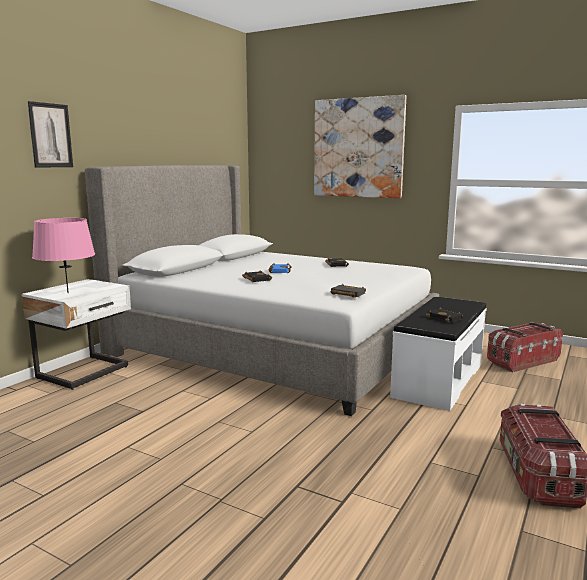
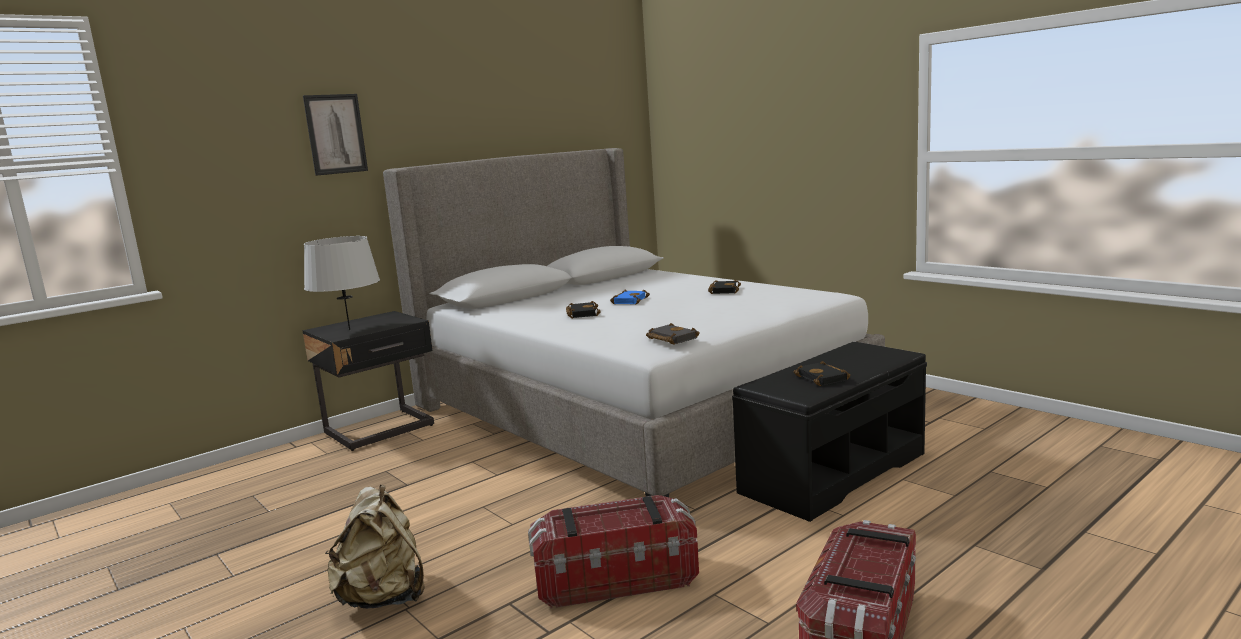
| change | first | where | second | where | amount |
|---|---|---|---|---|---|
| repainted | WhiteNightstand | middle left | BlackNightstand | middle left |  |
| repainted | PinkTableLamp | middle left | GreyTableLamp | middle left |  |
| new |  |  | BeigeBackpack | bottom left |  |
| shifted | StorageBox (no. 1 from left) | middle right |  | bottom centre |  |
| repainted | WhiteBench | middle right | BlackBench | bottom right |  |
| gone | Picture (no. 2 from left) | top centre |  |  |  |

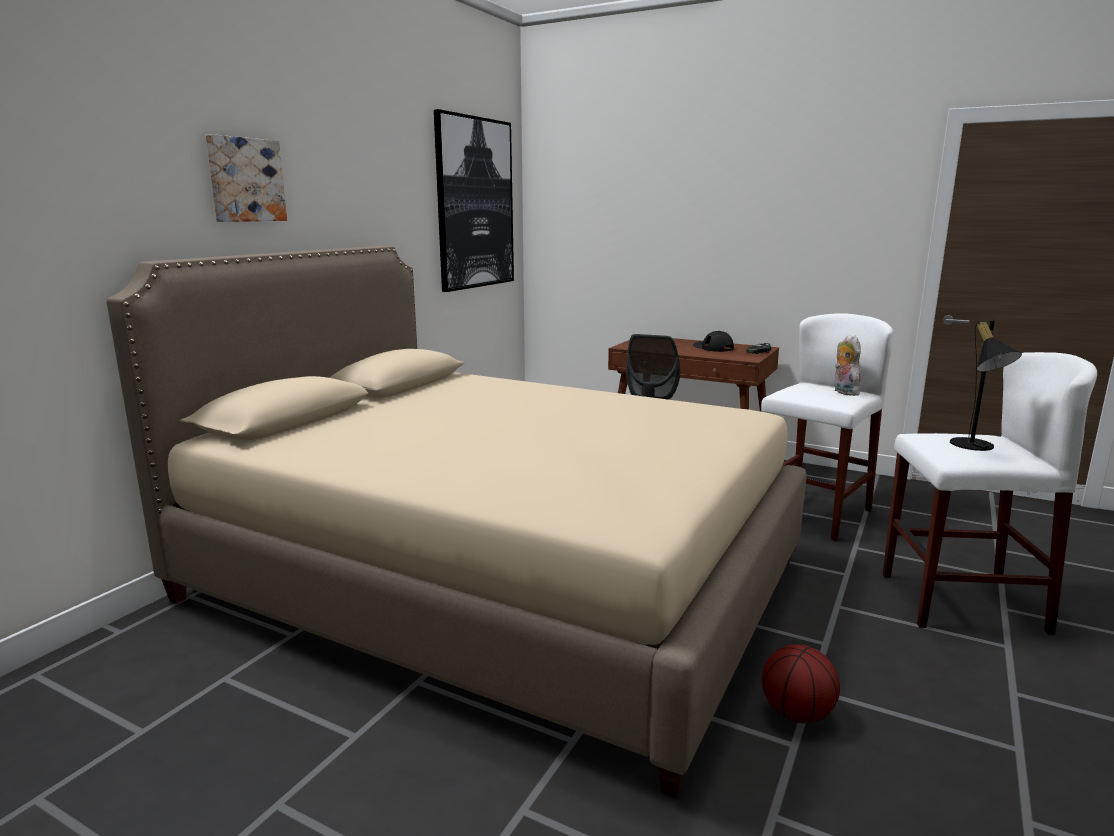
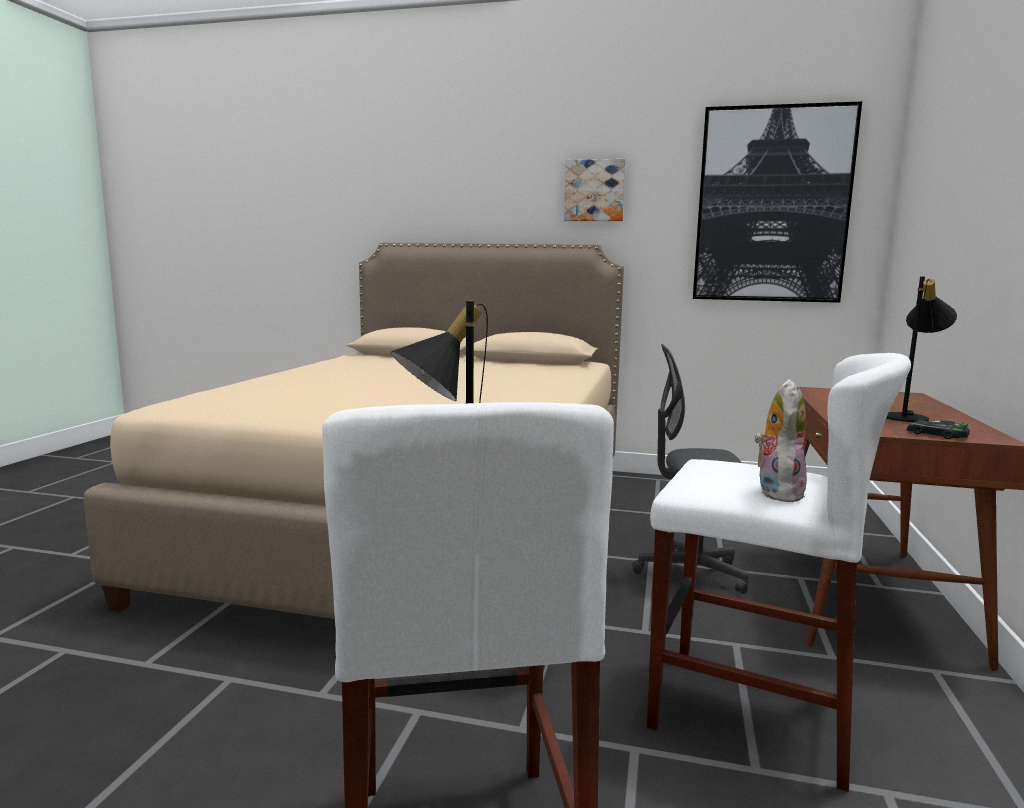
| change | first | where | second | where | amount |
|---|---|---|---|---|---|
| shifted | Picture (no. 1 from left) | top left |  | top centre |  |
| rotated | PlushToy | middle right |  | middle right | 45 degrees counterclockwise |
| swapped | BlackCap | centre | BlackTableLamp (no. 2 from left) | middle right |  |
| gone | Basketball | bottom right |  |  |  |

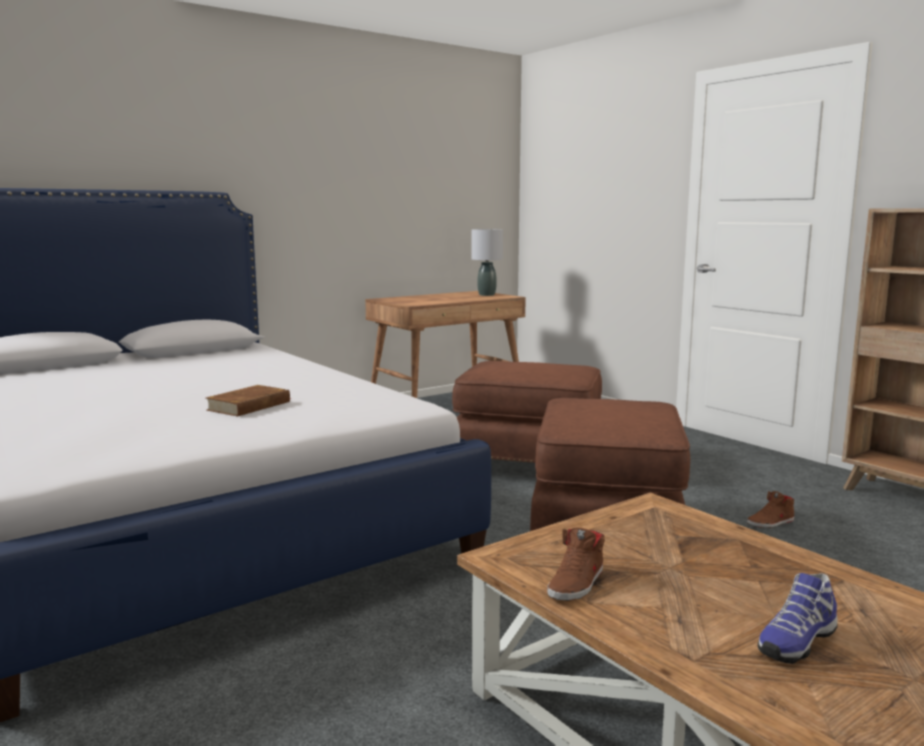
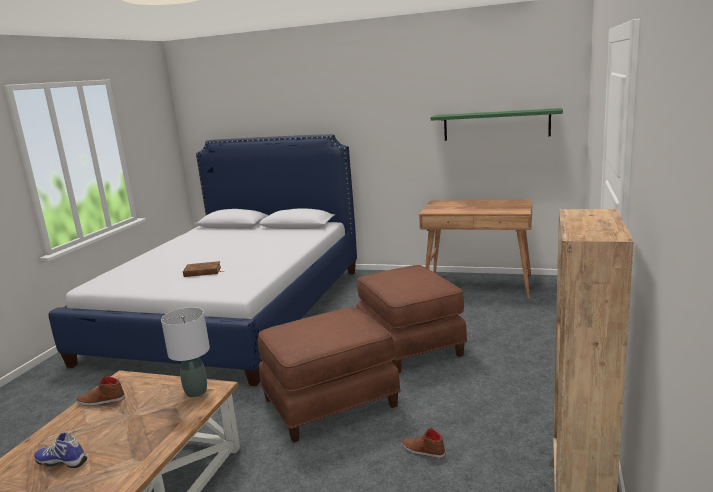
| change | first | where | second | where | amount |
|---|---|---|---|---|---|
| shifted | GreyTableLamp | centre |  | bottom left |  |
| new |  |  | GreenShelf | top right |  |

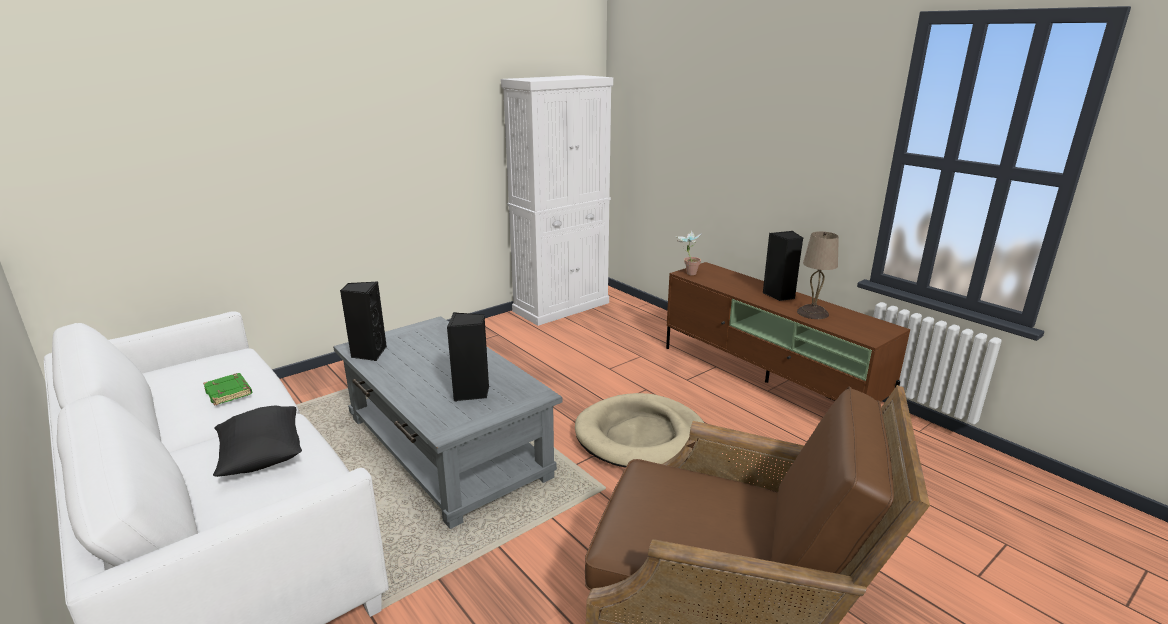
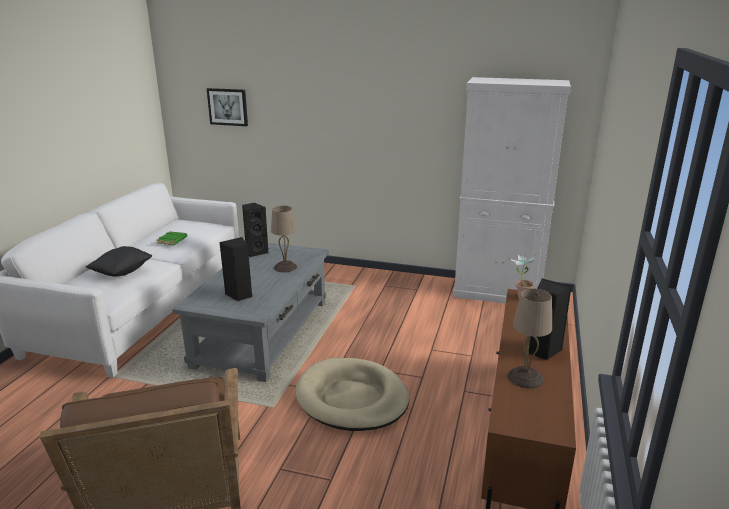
| change | first | where | second | where | amount |
|---|---|---|---|---|---|
| new |  |  | Picture | top left |  |
| new |  |  | BeigeTableLamp (no. 1 from left) | centre |  |

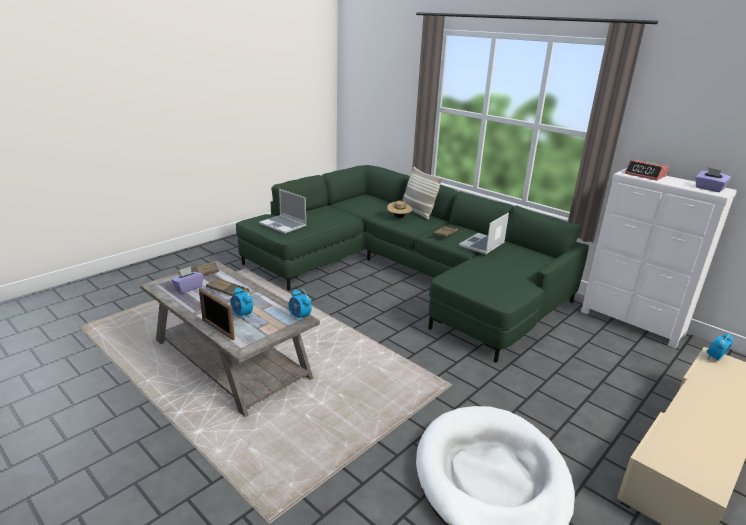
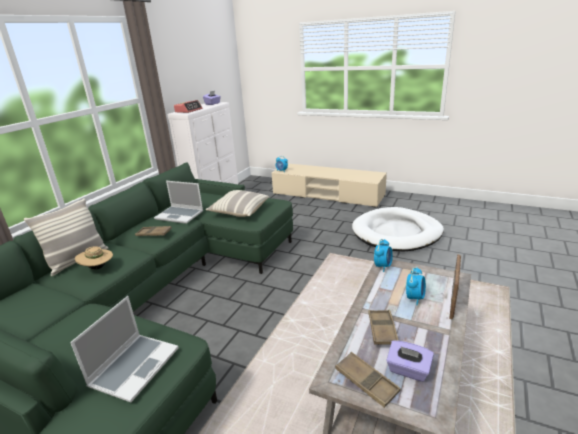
| change | first | where | second | where | amount |
|---|---|---|---|---|---|
| new |  |  | Pillow (no. 2 from left) | centre |  |

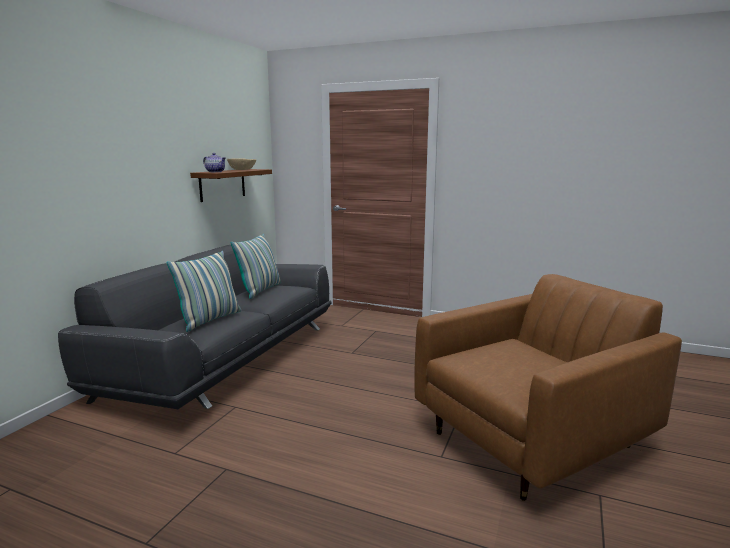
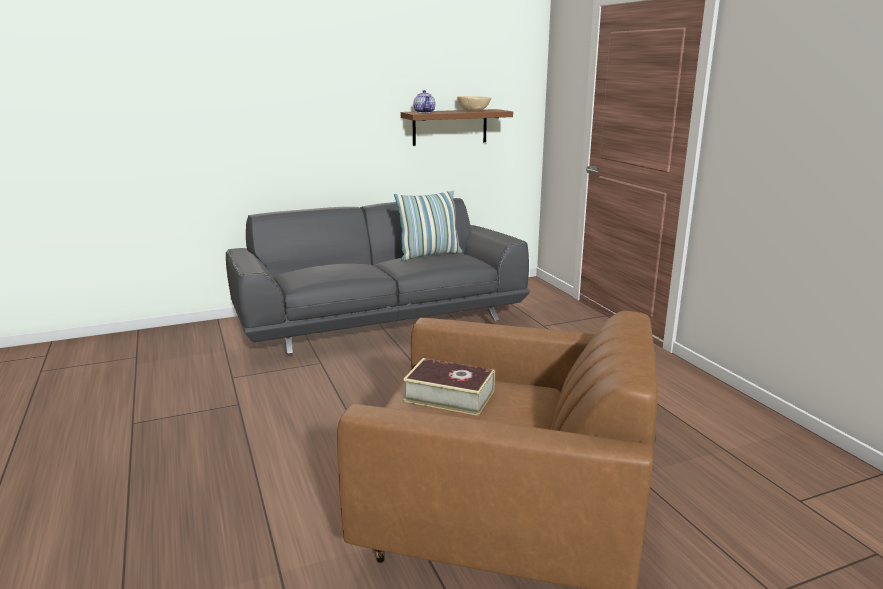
| change | first | where | second | where | amount |
|---|---|---|---|---|---|
| new |  |  | Book | centre |  |
| gone | Pillow (no. 1 from left) | middle left |  |  |  |

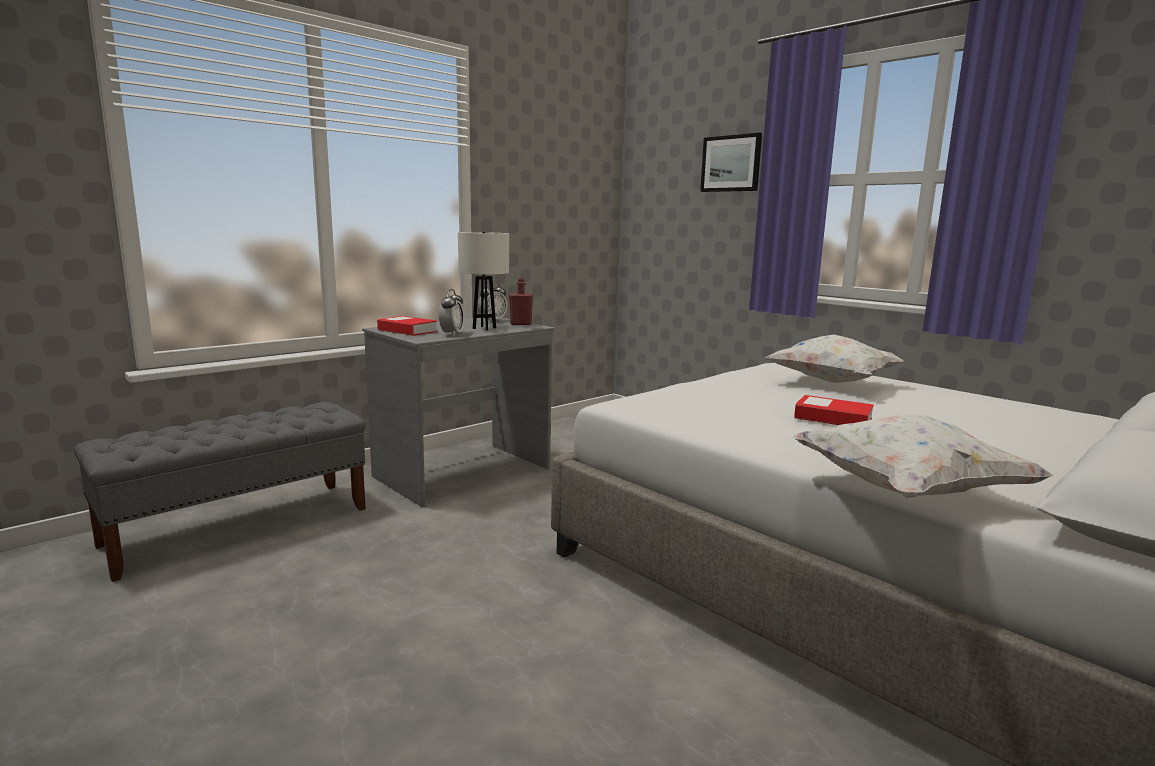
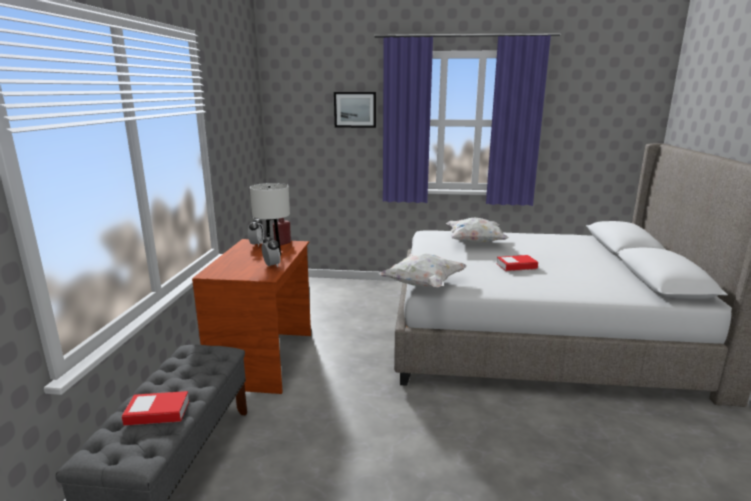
| change | first | where | second | where | amount |
|---|---|---|---|---|---|
| shifted | Book (no. 1 from left) | centre |  | bottom left |  |
| repainted | GreyDesk | centre | BrownDesk | centre |  |
| shifted | WhitePillow (no. 2 from left in the first image) | middle right | WhitePillow (no. 1 from left) | centre |  |

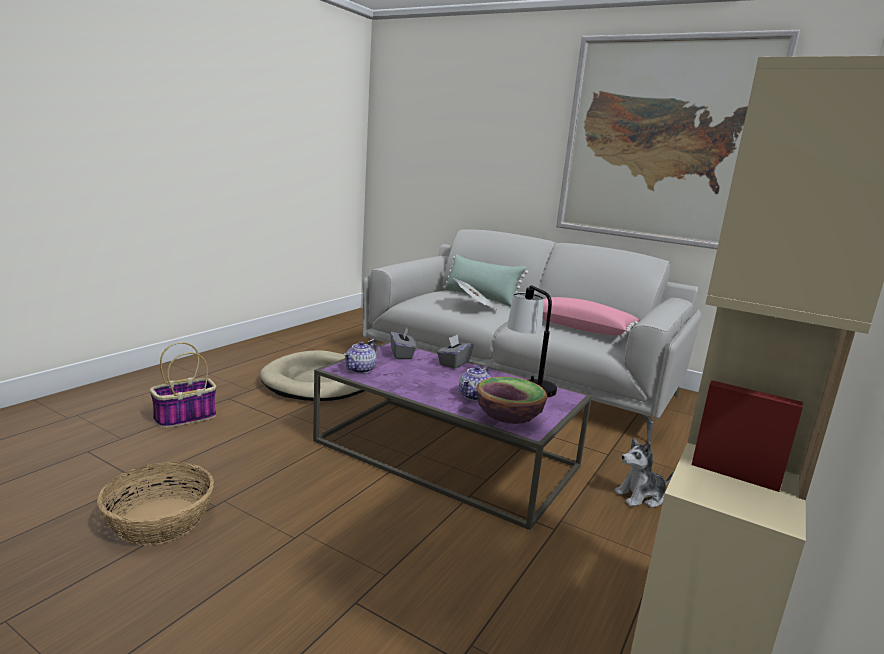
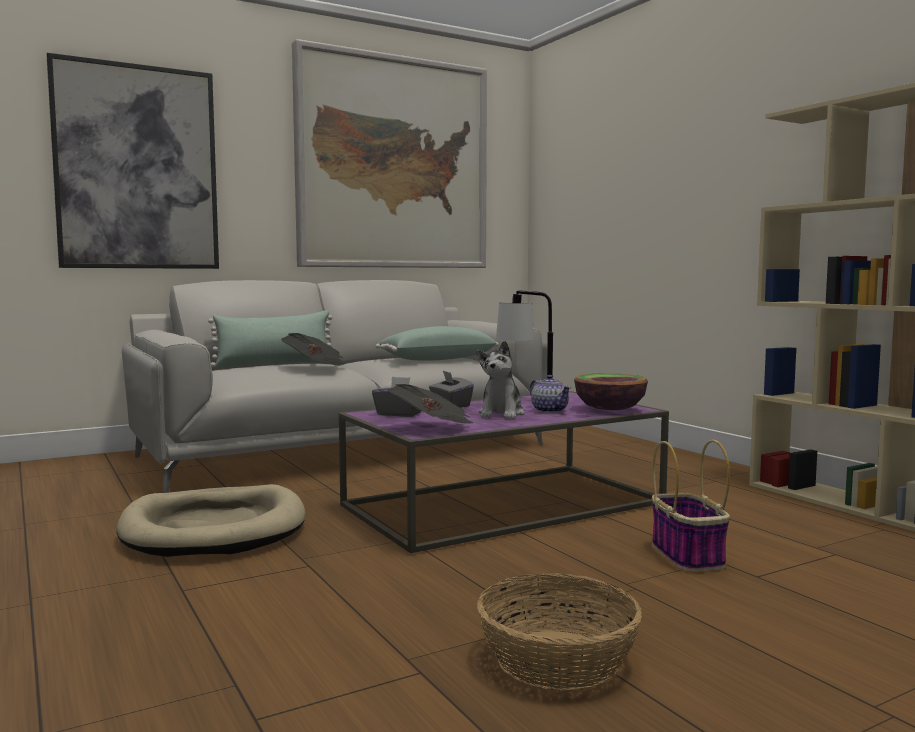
| change | first | where | second | where | amount |
|---|---|---|---|---|---|
| new |  |  | Picture (no. 1 from left) | top left |  |
| repainted | PinkPillow | middle right | GreenPillow (no. 2 from left) | centre |  |
| swapped | Teapot (no. 1 from left) | centre | Newspaper (no. 2 from left) | centre |  |
| shifted | PlushToy | bottom right |  | centre |  |
| shifted | Basket (no. 2 from left) | middle left |  | bottom right |  |

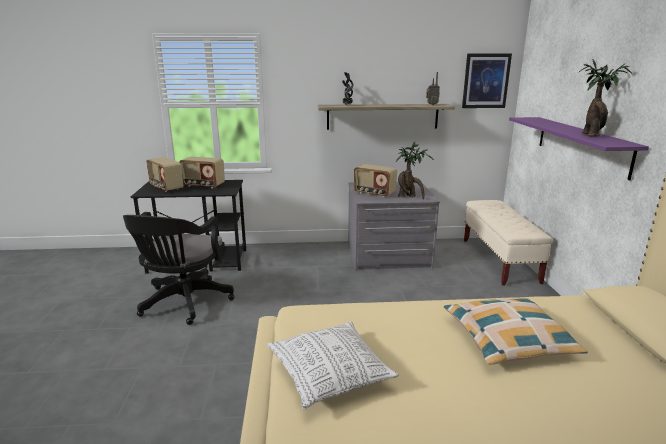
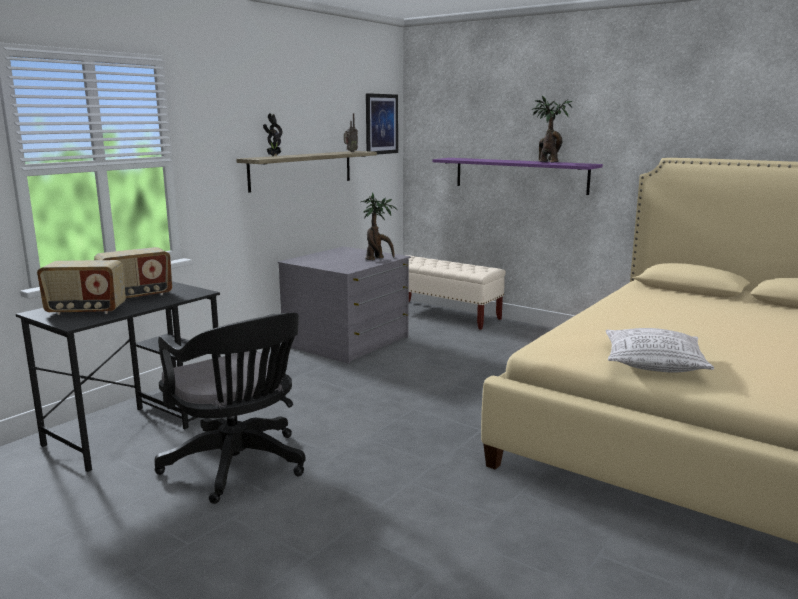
| change | first | where | second | where | amount |
|---|---|---|---|---|---|
| gone | Radio (no. 3 from left) | centre |  |  |  |
| gone | Pillow (no. 2 from left) | bottom right |  |  |  |

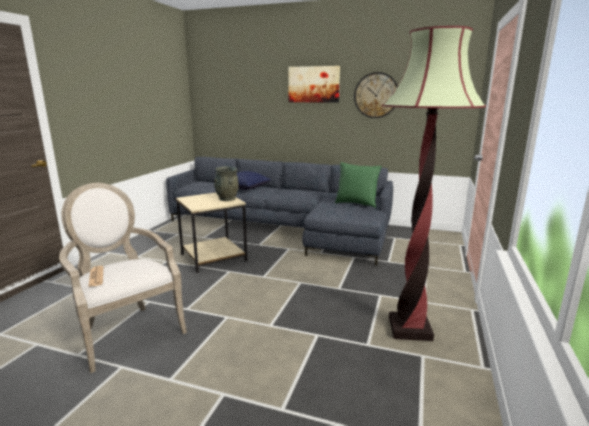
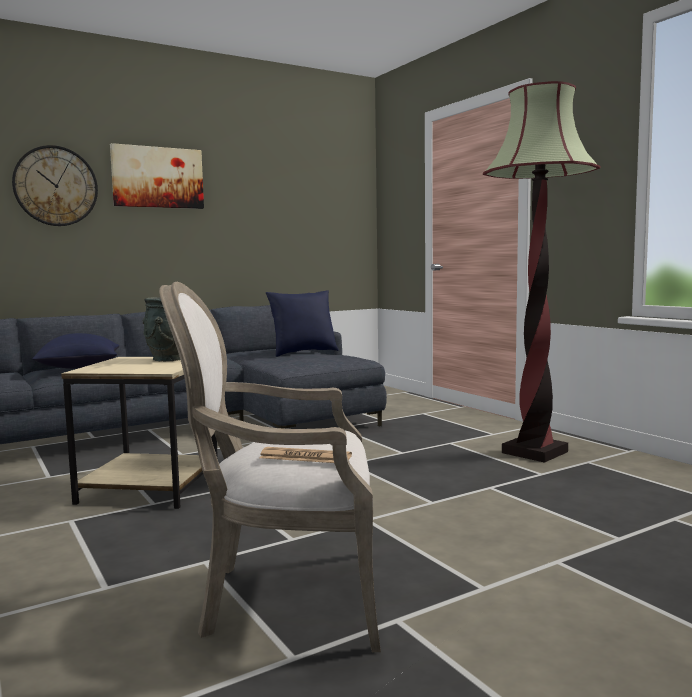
| change | first | where | second | where | amount |
|---|---|---|---|---|---|
| shifted | WallClock | top centre |  | top left |  |
| repainted | GreenPillow | centre | BluePillow (no. 2 from left) | centre |  |

